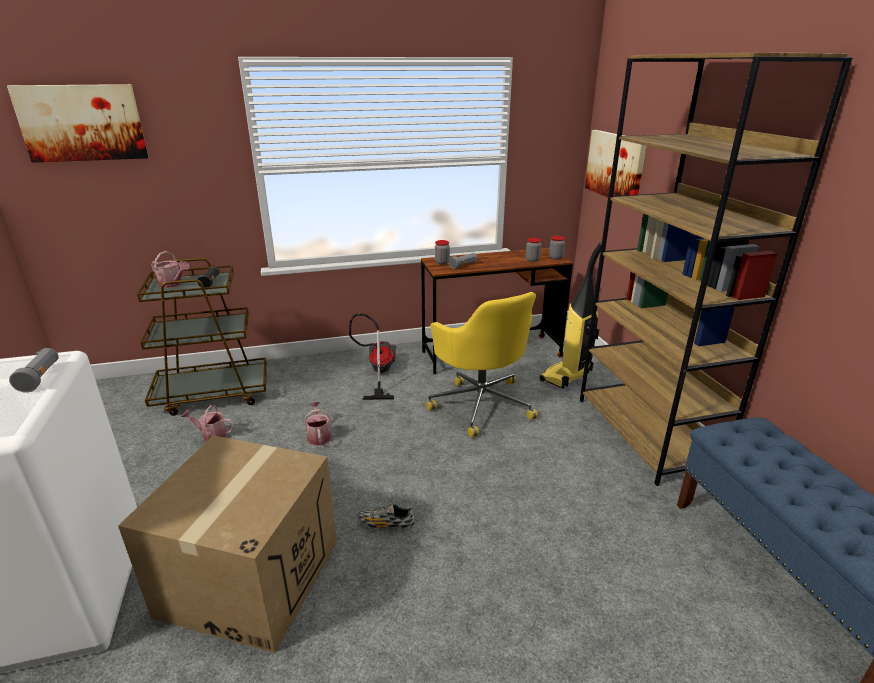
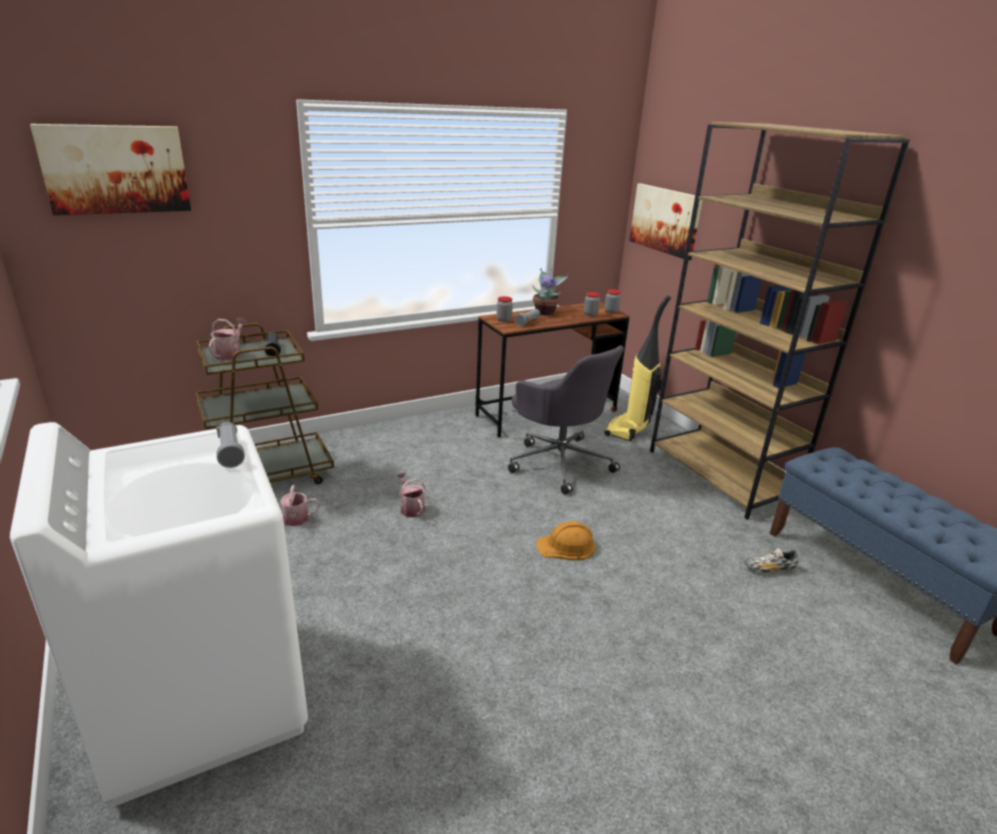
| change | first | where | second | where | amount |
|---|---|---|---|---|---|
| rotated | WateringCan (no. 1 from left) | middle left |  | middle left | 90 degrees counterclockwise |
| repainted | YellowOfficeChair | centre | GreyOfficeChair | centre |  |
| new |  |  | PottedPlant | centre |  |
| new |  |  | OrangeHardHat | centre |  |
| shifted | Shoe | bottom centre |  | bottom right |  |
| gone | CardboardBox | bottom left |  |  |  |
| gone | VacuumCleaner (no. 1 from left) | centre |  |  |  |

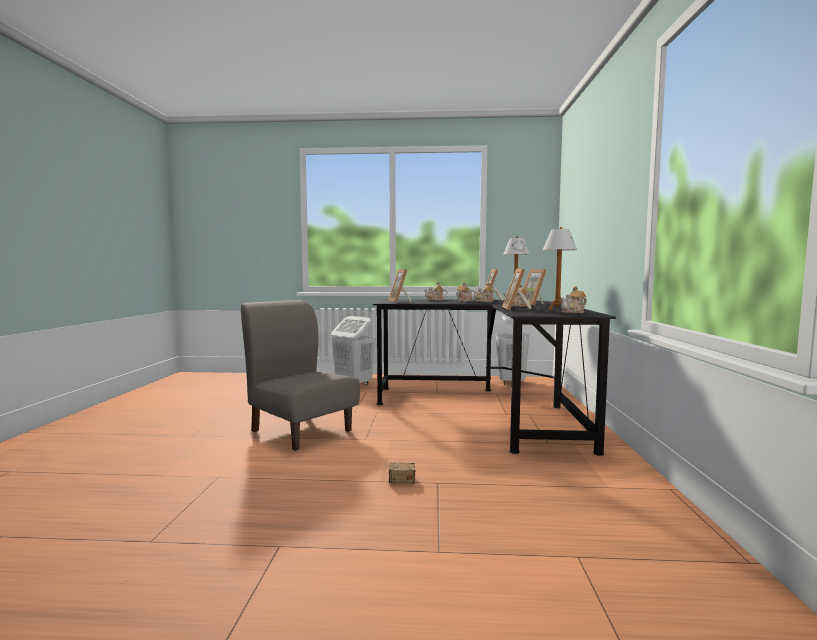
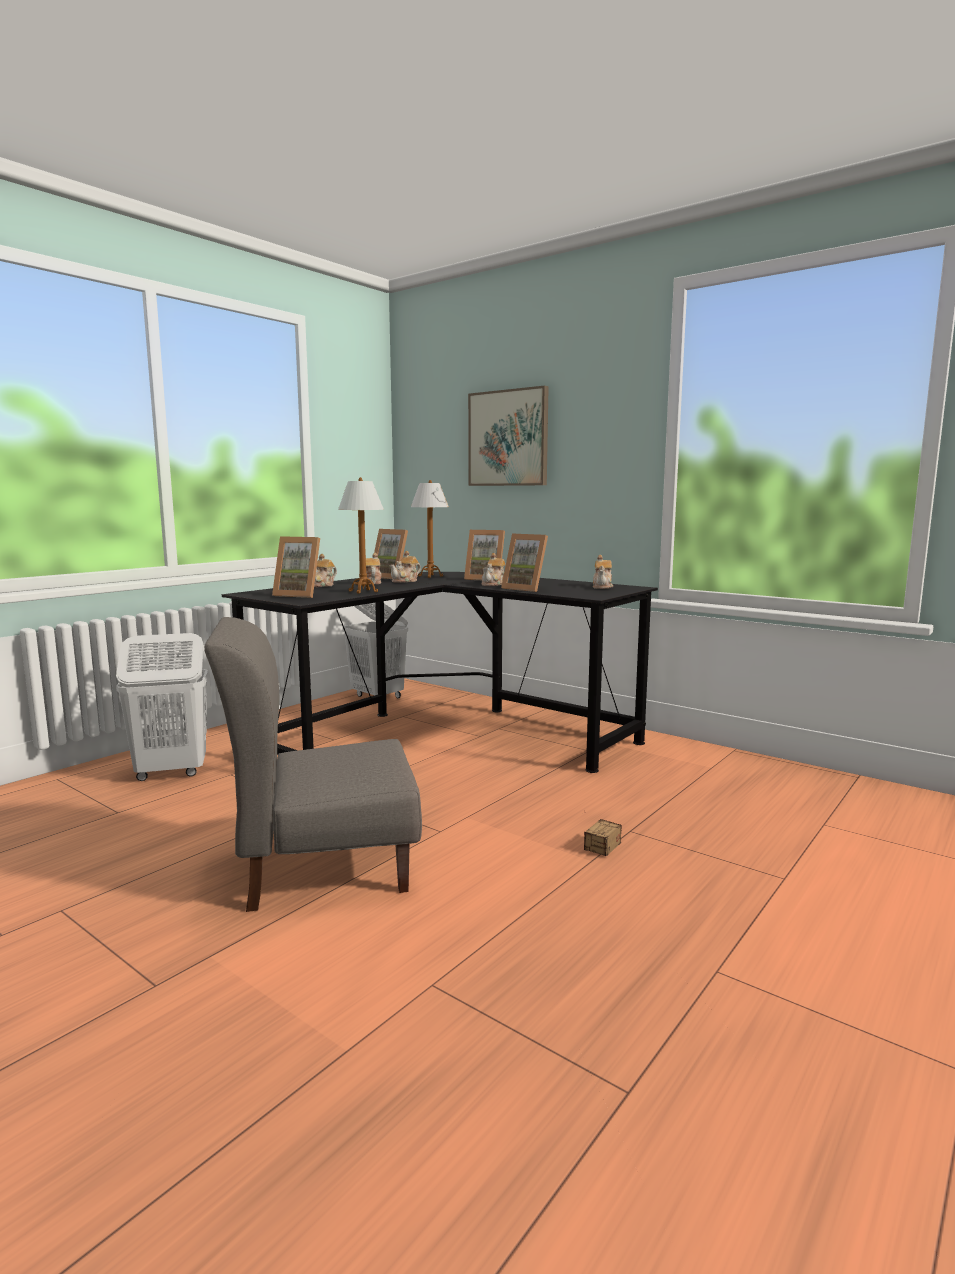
| change | first | where | second | where | amount |
|---|---|---|---|---|---|
| shifted | TableLamp (no. 2 from left in the first image) | middle right | TableLamp (no. 1 from left) | centre |  |
| new |  |  | Picture | centre |  |

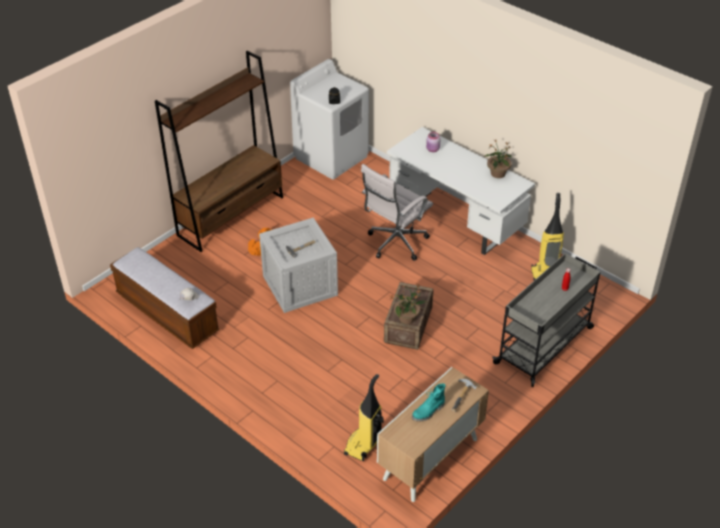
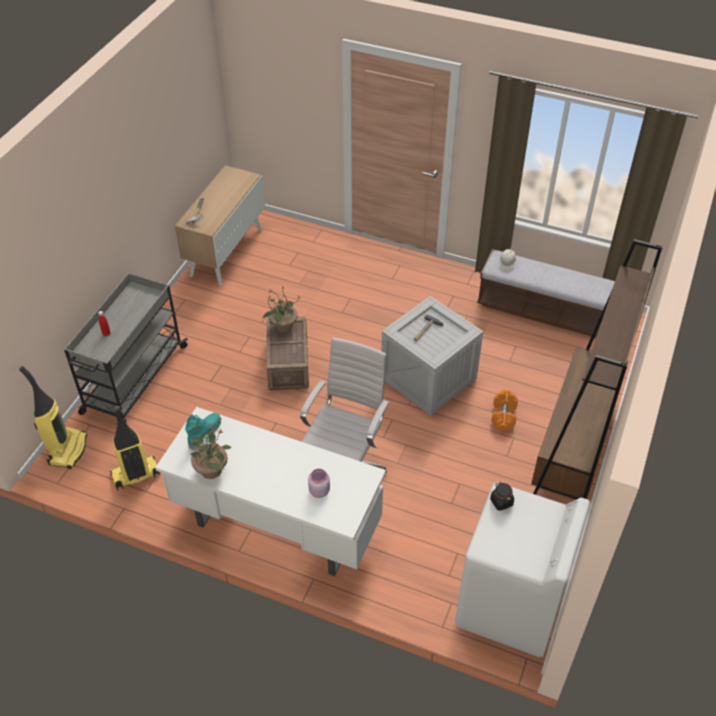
| change | first | where | second | where | amount |
|---|---|---|---|---|---|
| shifted | VacuumCleaner (no. 1 from left) | bottom centre |  | middle left |  |
| shifted | TurquoiseBoot | bottom centre |  | middle left |  |

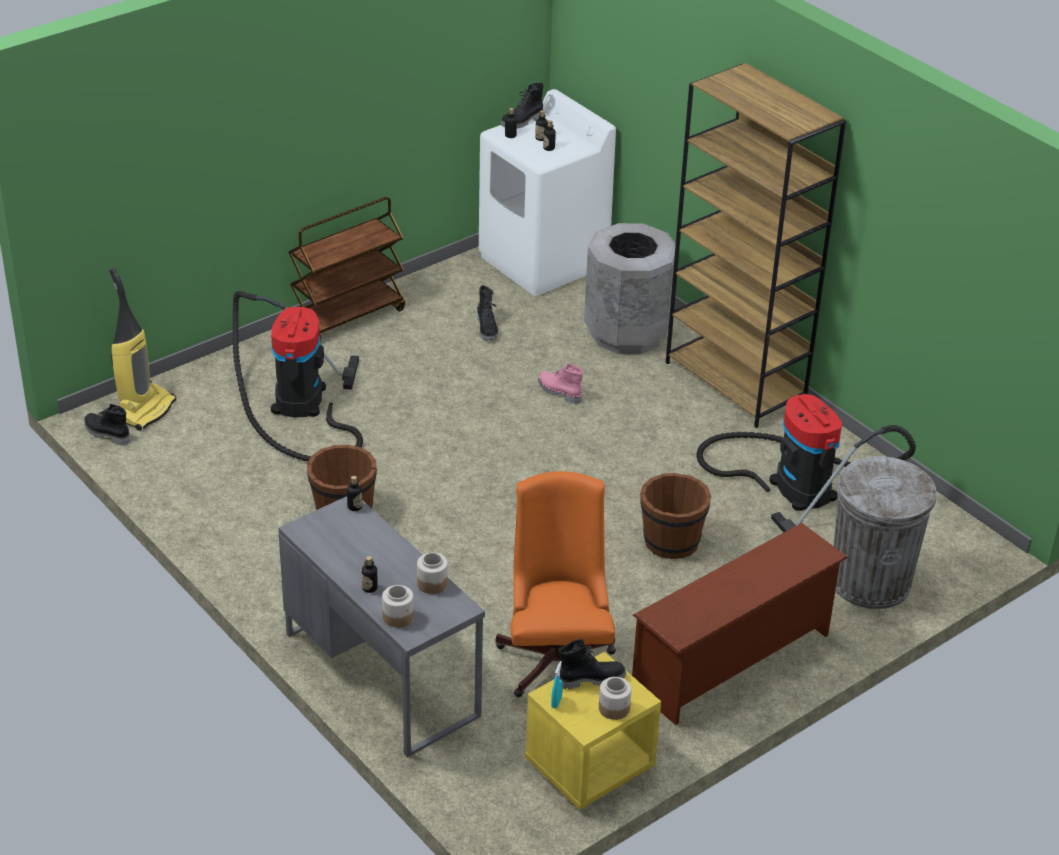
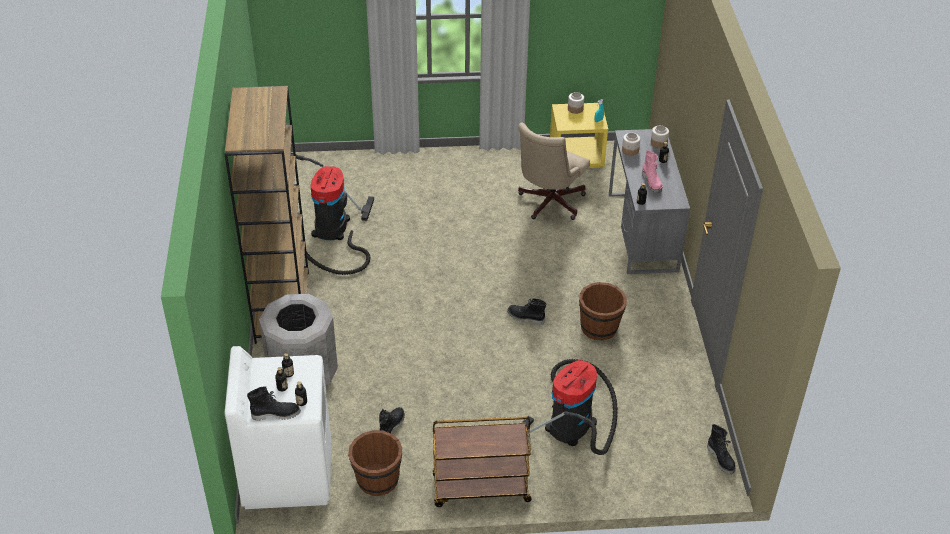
| change | first | where | second | where | amount |
|---|---|---|---|---|---|
| shifted | BrownBucket (no. 2 from left in the first image) | centre | BrownBucket (no. 1 from left) | bottom centre |  |
| shifted | BlackBoot (no. 4 from left in the first image) | bottom centre | BlackBoot (no. 3 from left) | centre |  |
| repainted | OrangeOfficeChair | bottom centre | BeigeOfficeChair | top centre |  |
| shifted | PinkBoot | centre |  | top right |  |
| gone | VacuumCleaner (no. 1 from left) | middle left |  |  |  |
| gone | BrownShoeRack | bottom right |  |  |  |
| gone | GreyTrashCan (no. 2 from left) | middle right |  |  |  |

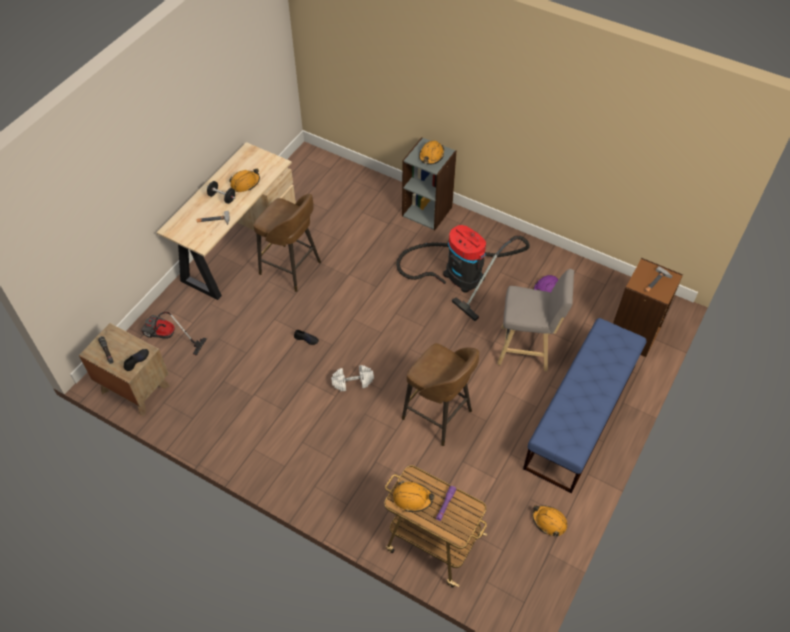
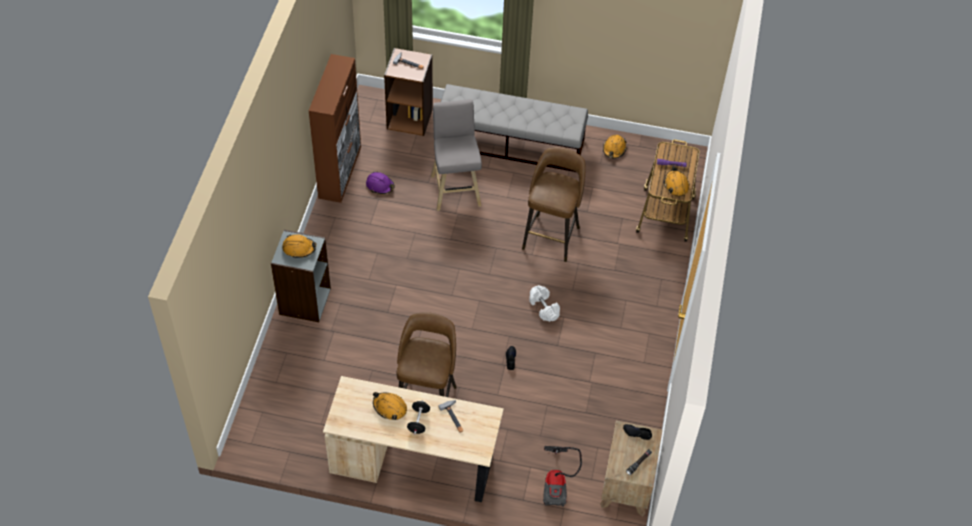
| change | first | where | second | where | amount |
|---|---|---|---|---|---|
| new |  |  | BrownCabinet | top centre |  |
| repainted | BlueBench | middle right | GreyBench | top centre |  |
| gone | VacuumCleaner (no. 2 from left) | centre |  |  |  |

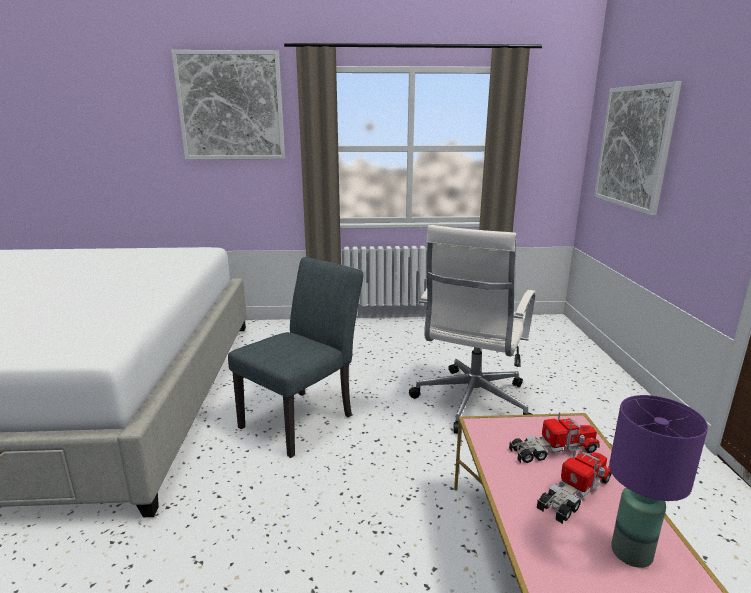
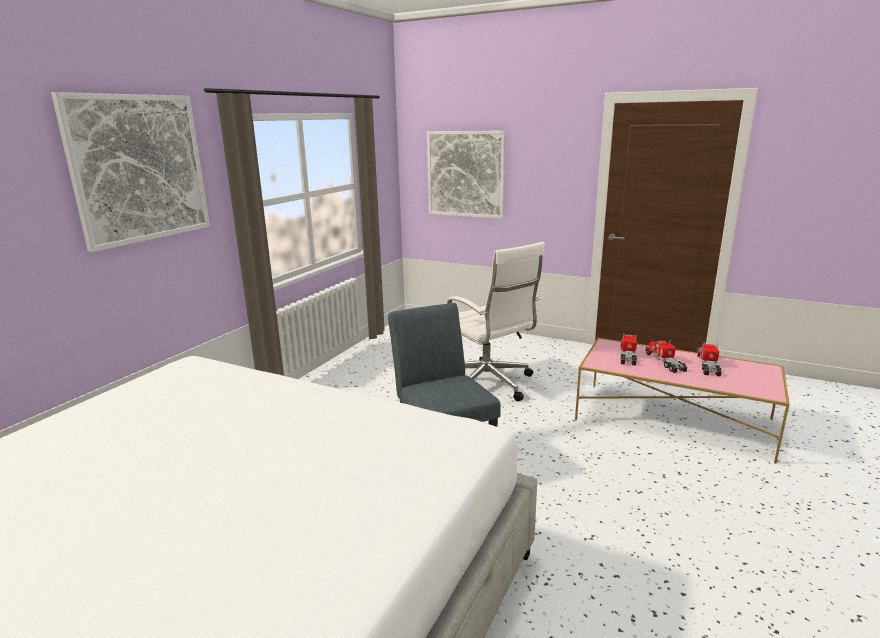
| change | first | where | second | where | amount |
|---|---|---|---|---|---|
| swapped | PurpleTableLamp | bottom right | ToyTruck (no. 3 from left) | middle right |  |

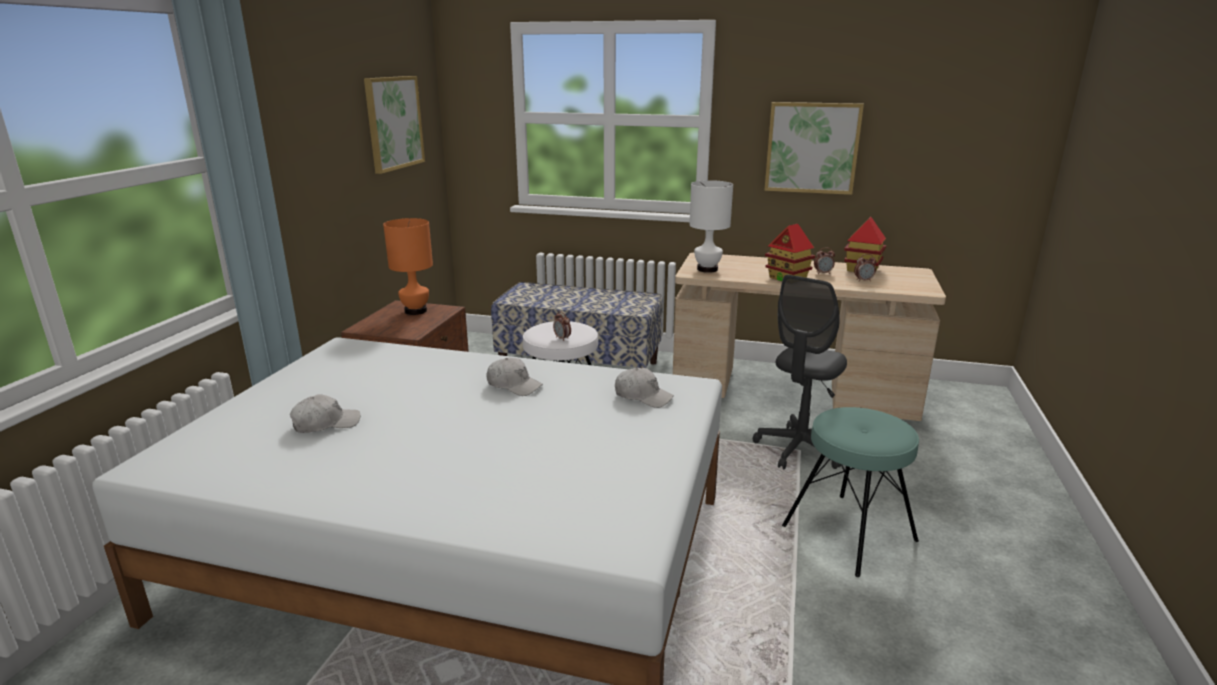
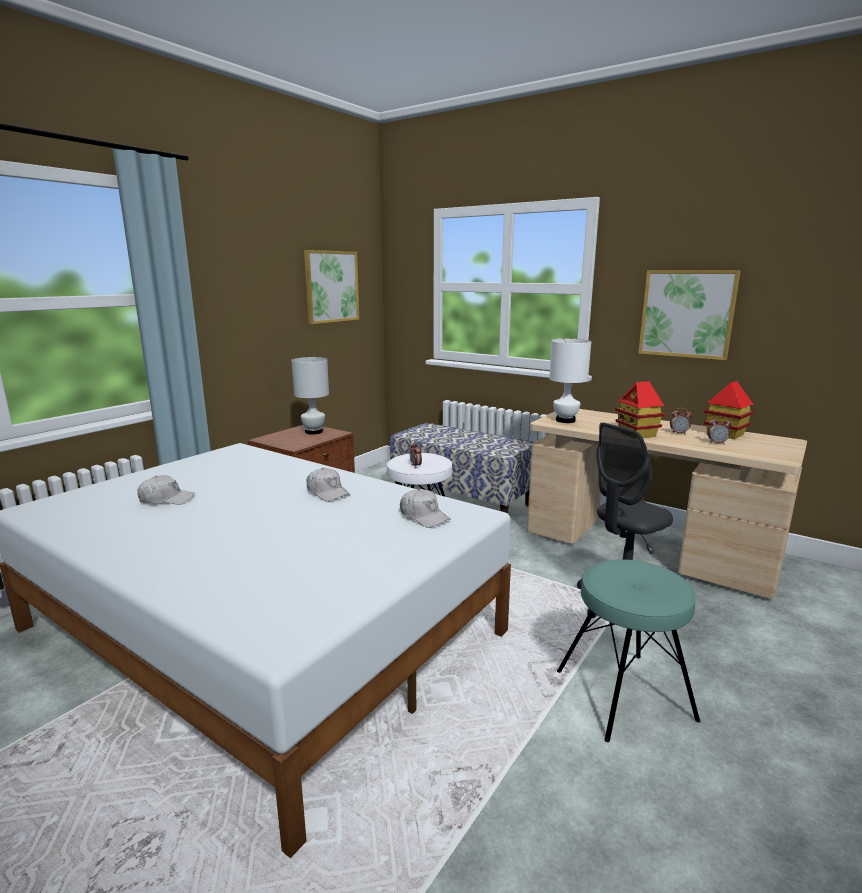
| change | first | where | second | where | amount |
|---|---|---|---|---|---|
| repainted | OrangeTableLamp | centre | WhiteTableLamp (no. 1 from left) | centre |  |

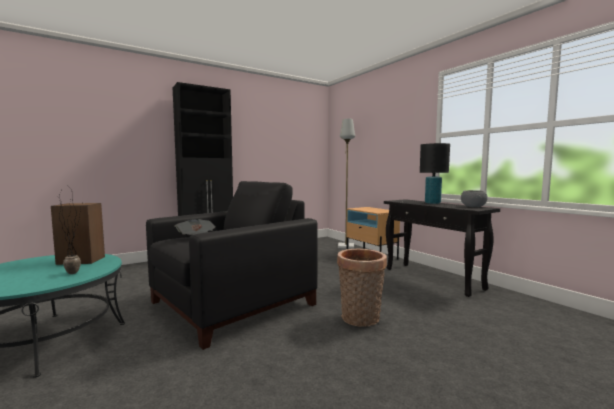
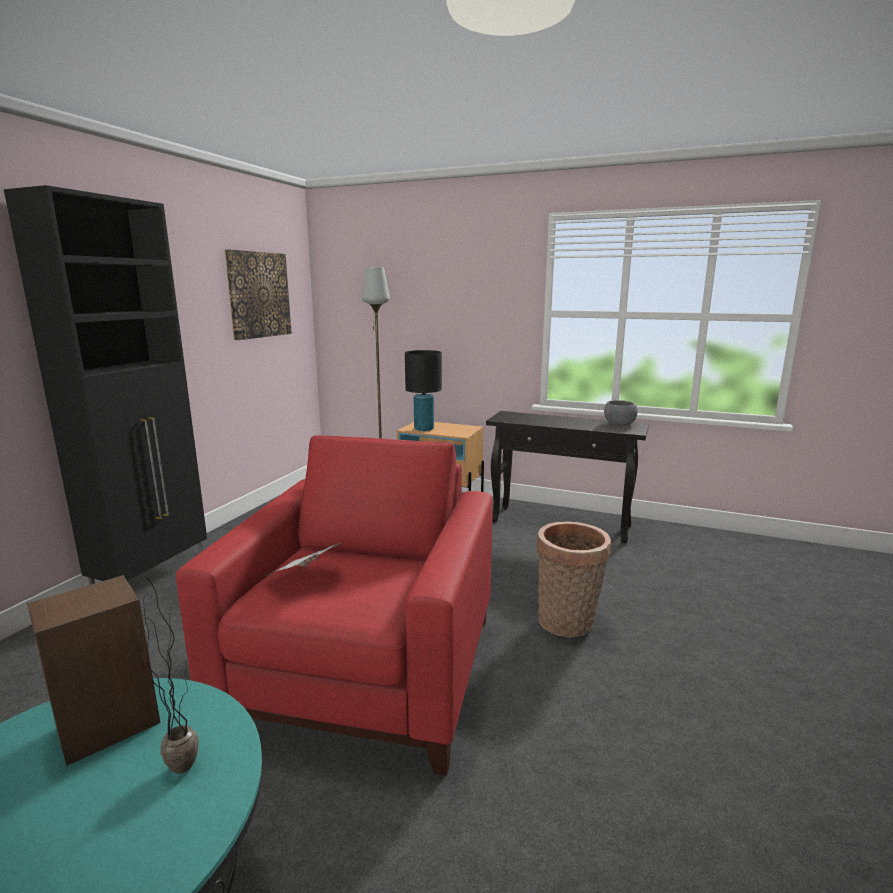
| change | first | where | second | where | amount |
|---|---|---|---|---|---|
| repainted | BlackArmchair | centre | RedArmchair | bottom centre |  |
| new |  |  | Picture | top left |  |
| shifted | BlackTableLamp | middle right |  | centre |  |

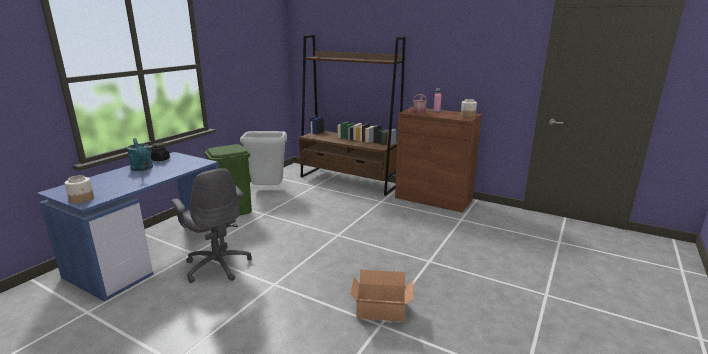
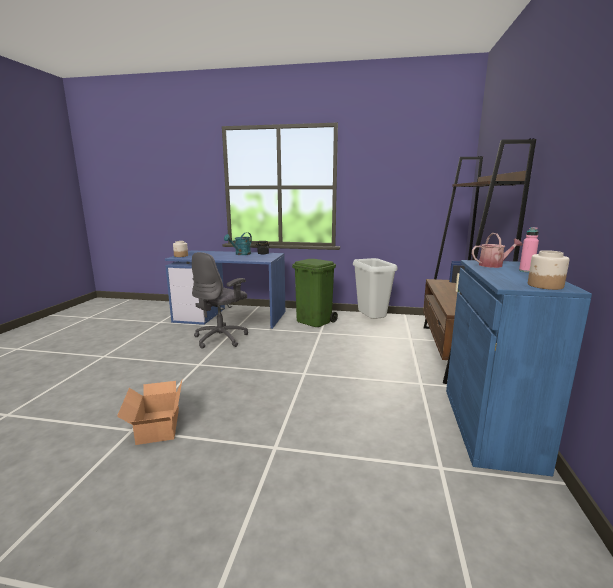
| change | first | where | second | where | amount |
|---|---|---|---|---|---|
| repainted | BrownCabinet | centre | BlueCabinet | middle right |  |

